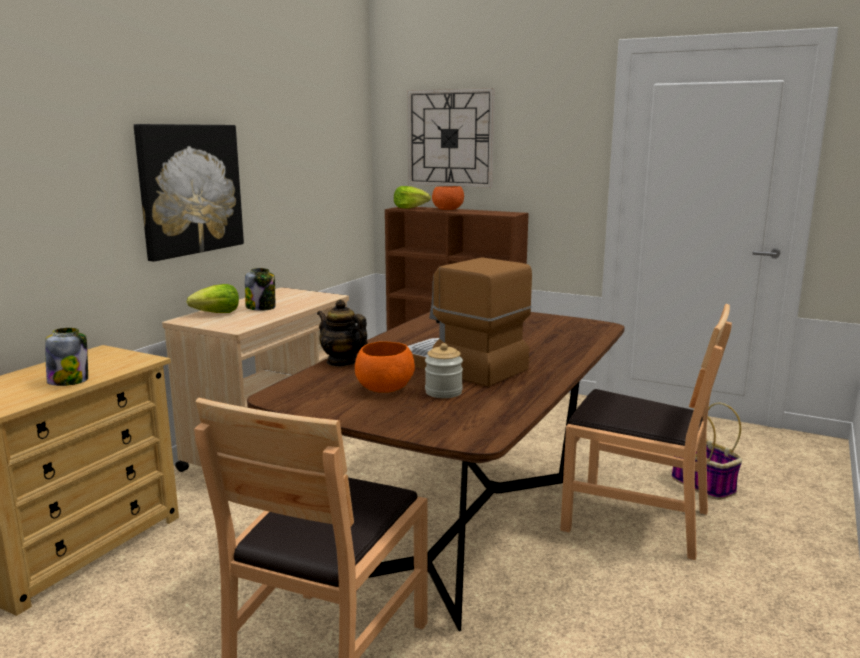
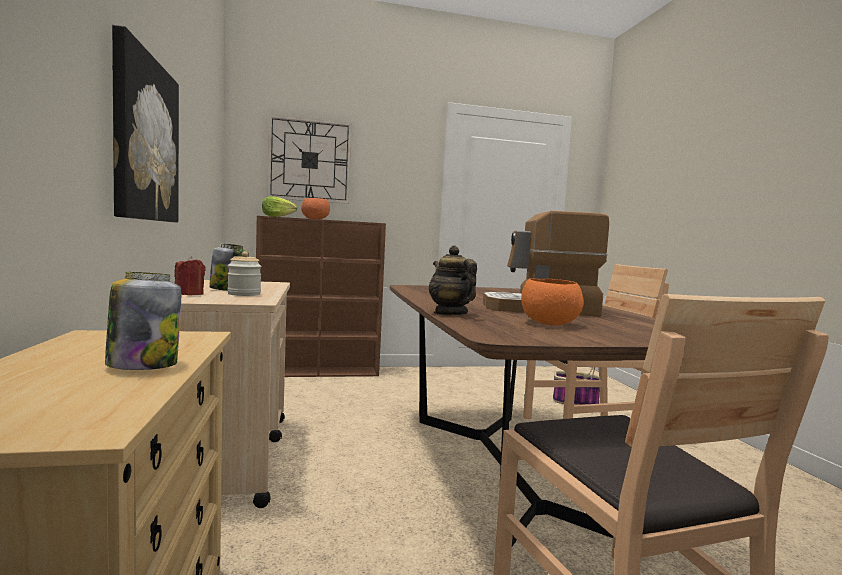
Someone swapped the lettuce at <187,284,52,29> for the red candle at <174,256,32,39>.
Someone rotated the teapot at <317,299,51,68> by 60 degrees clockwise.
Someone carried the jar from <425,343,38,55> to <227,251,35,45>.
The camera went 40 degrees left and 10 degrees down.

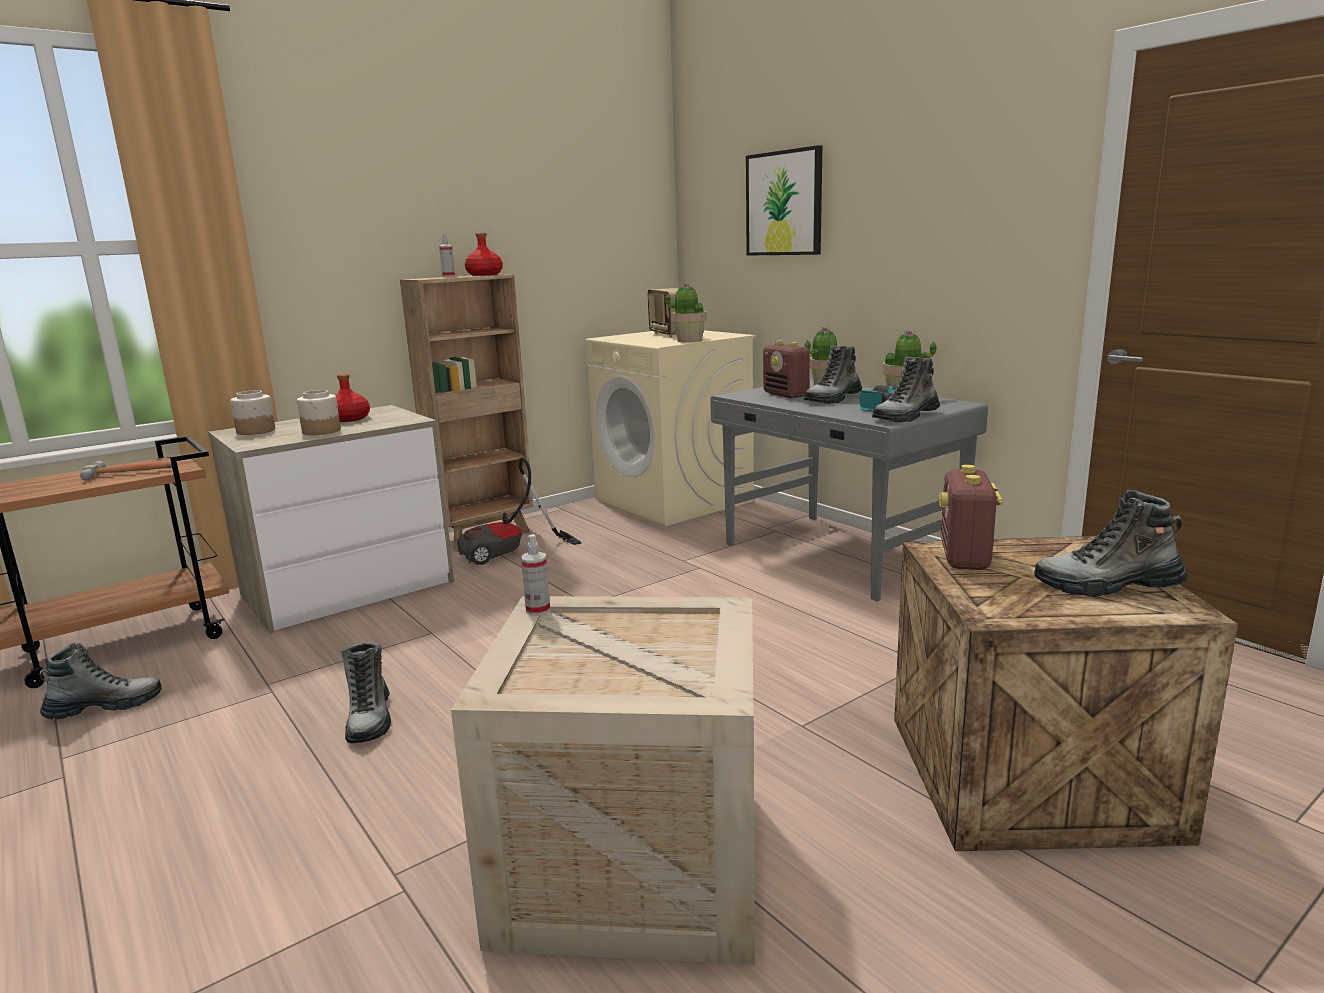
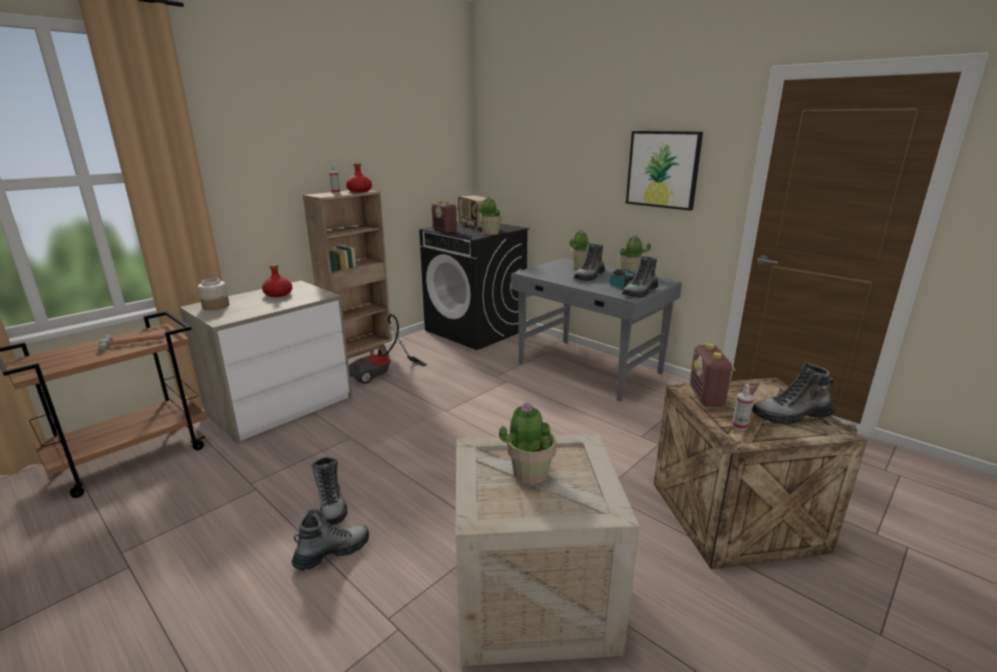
Someone carried the picture from <746,145,77,111> to <626,131,77,80>.
Someone repainted the beige washing machine at <585,330,171,196>, which became the black washing machine at <419,222,110,128>.
Someone carried the radio from <763,340,48,58> to <432,200,25,33>.
Someone took away the jar at <297,390,44,45>.
Someone carried the spray bottle from <521,534,29,81> to <732,384,21,46>.
Someone carried the boot from <39,643,123,76> to <291,509,78,62>.
Someone put down the potted plant at <499,402,58,82>.
The camera went 10 degrees left and 5 degrees up.

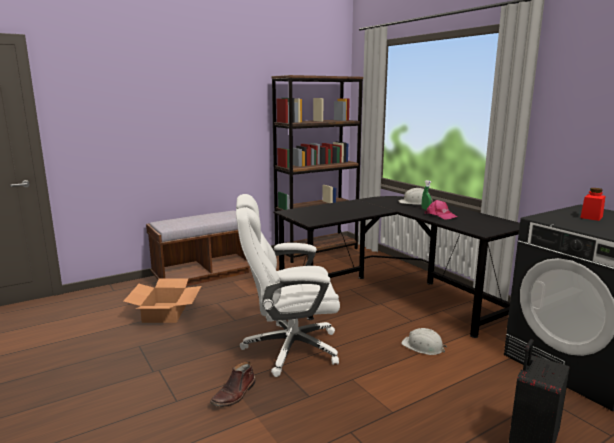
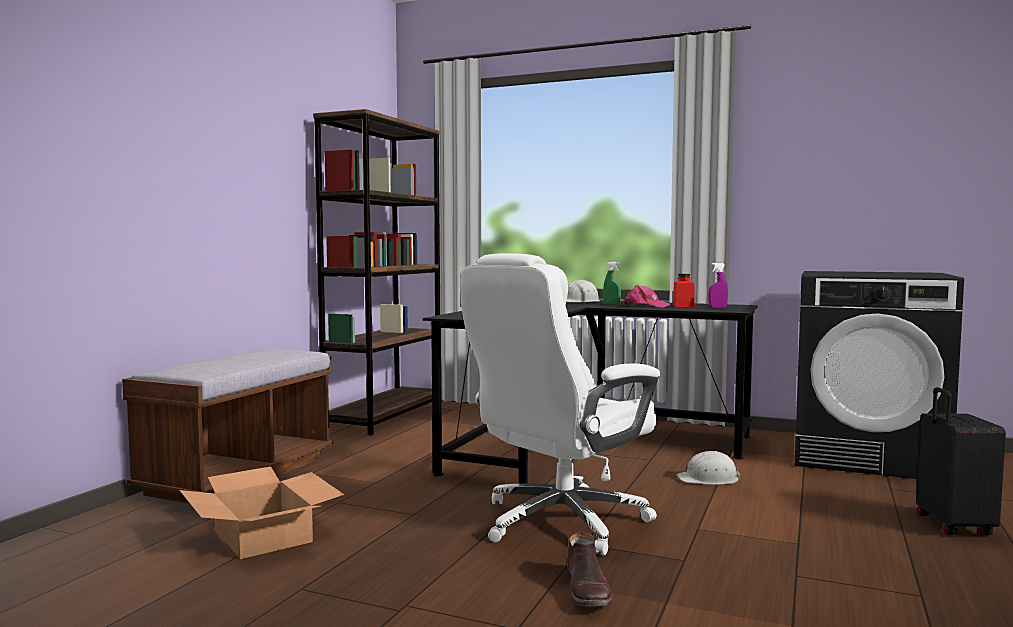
Someone carried the red jar from <580,188,26,33> to <673,274,22,33>.
Someone put down the purple spray bottle at <708,263,20,45>.
The camera went 35 degrees left and 10 degrees down.

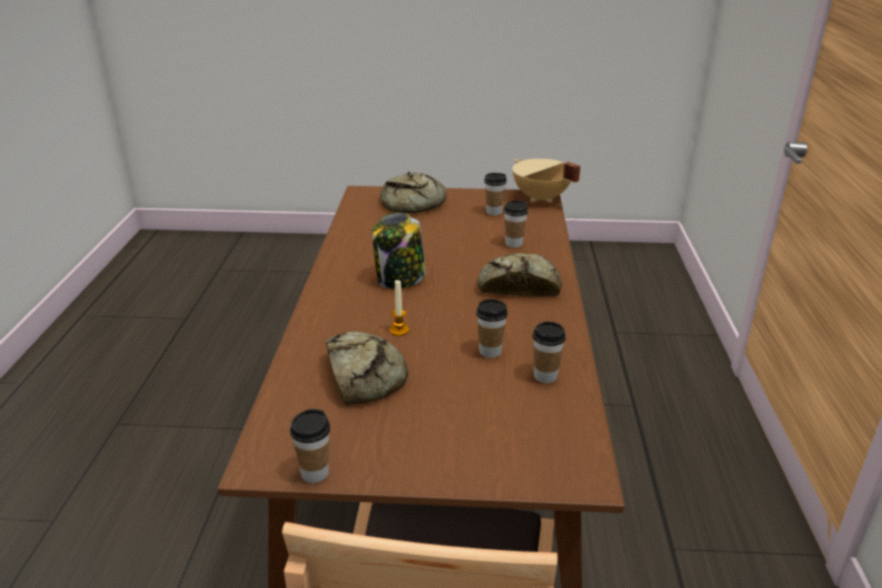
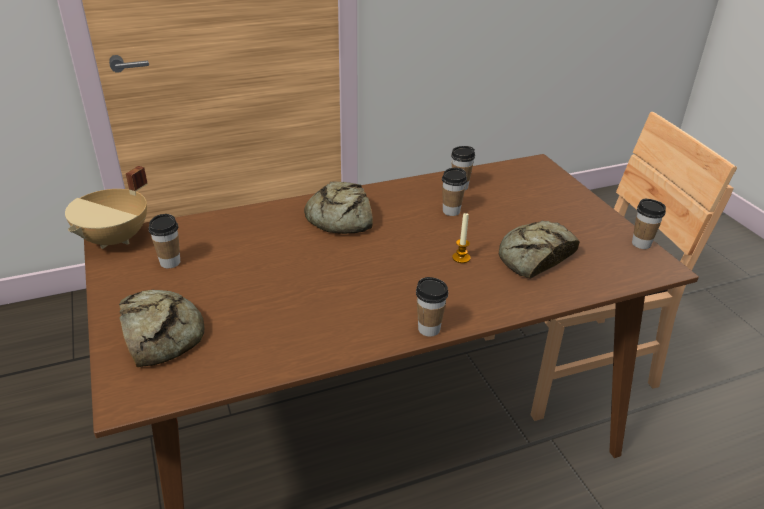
Someone carried the cup from <504,200,24,48> to <416,277,32,60>.
Someone took away the jar at <372,213,54,76>.
The camera went 115 degrees left and 5 degrees up.

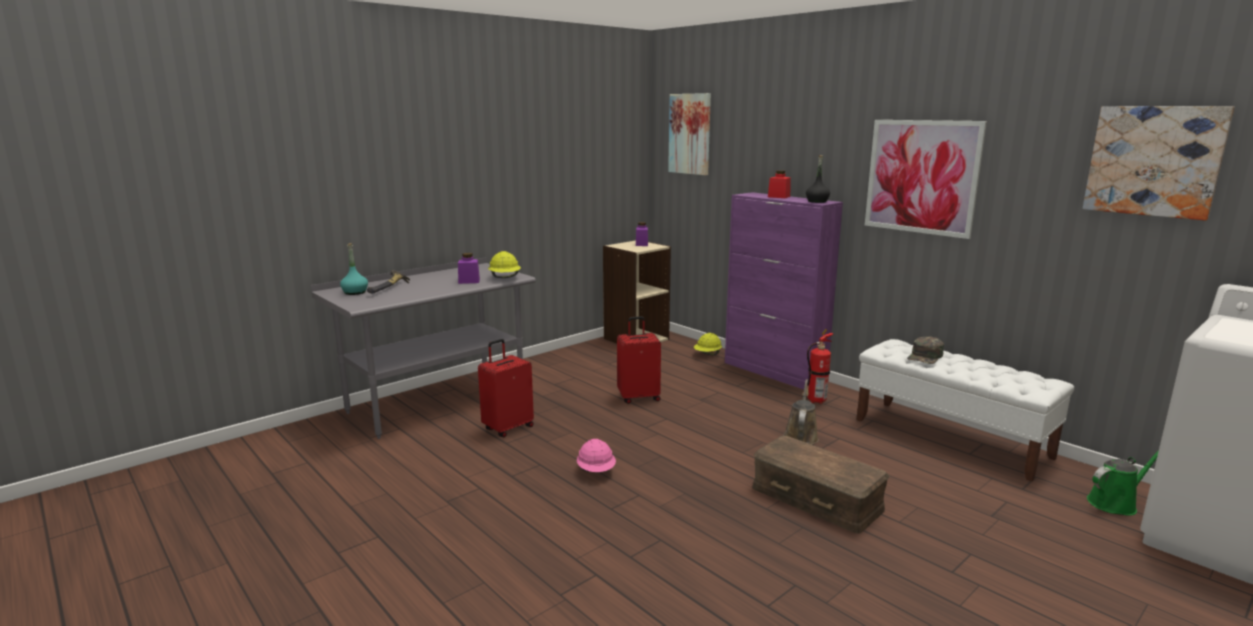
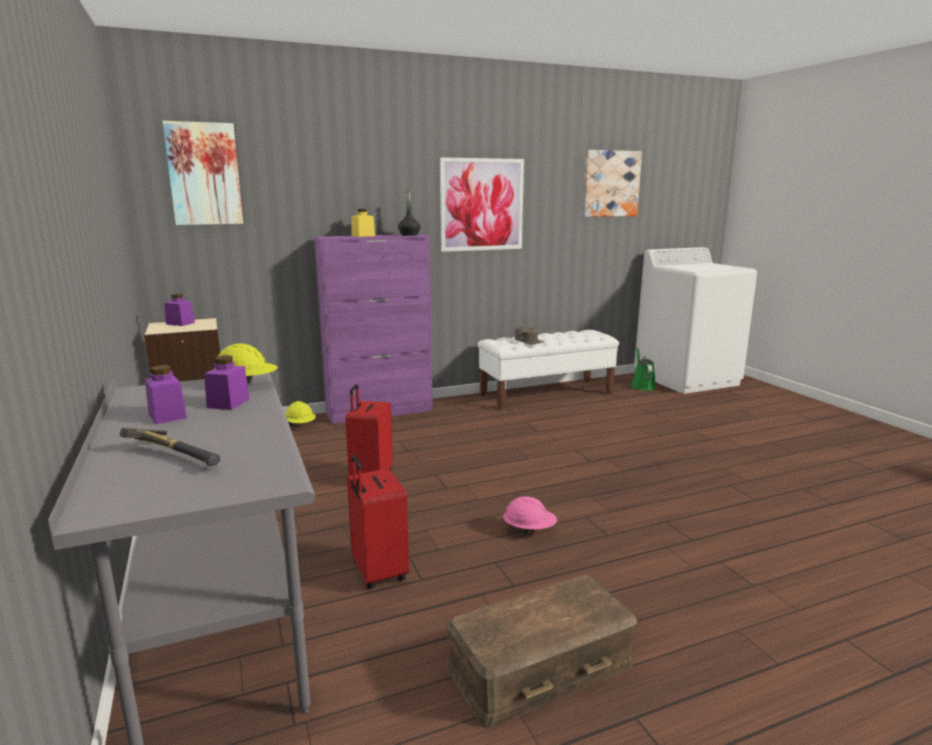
Someone repainted the red jar at <768,170,23,28>, which became the yellow jar at <351,209,24,28>.
Someone took away the turquoise bottle at <340,243,28,52>.
Someone took away the fire extinguisher at <802,329,31,75>.
Someone took away the brown watering can at <783,379,36,66>.
Someone carried the brown storage box from <752,436,137,98> to <447,575,191,153>.
Someone put down the purple jar at <145,365,42,59>.
The camera went 70 degrees left and 0 degrees up.

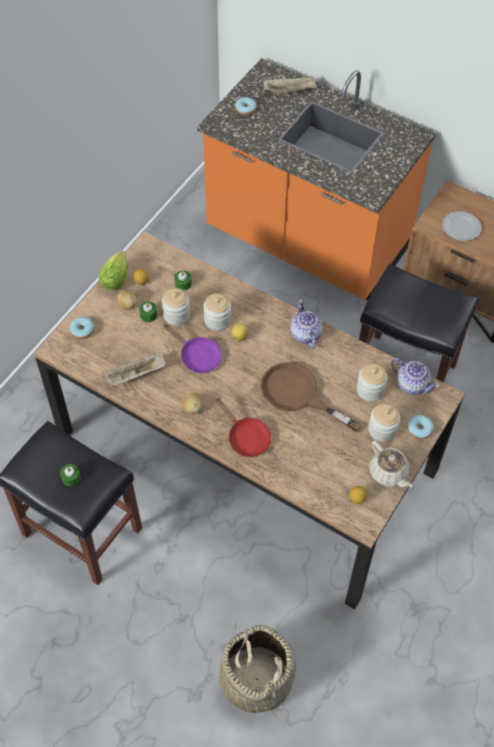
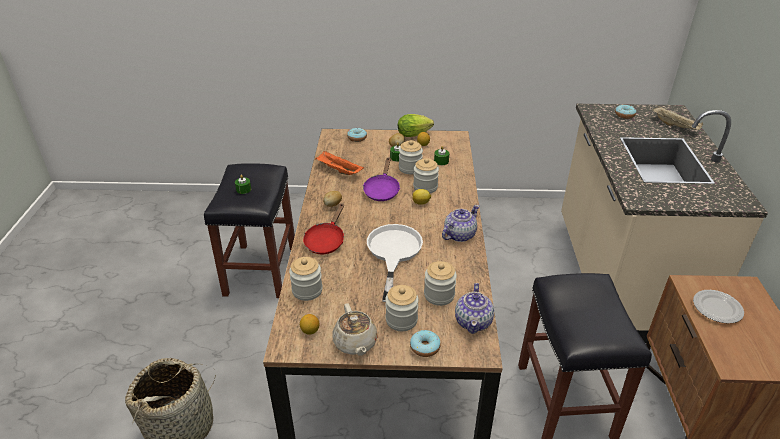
Someone repainted the orange counter at <197,58,239,242>, which became the beige counter at <561,104,207,239>.
Someone repainted the beige tray at <102,353,64,34>, which became the orange tray at <315,151,49,24>.
Someone repainted the brown frying pan at <260,362,102,70>, which became the white frying pan at <367,224,56,78>.
Someone rotated the beige teapot at <370,440,43,48> by 45 degrees counterclockwise.
Someone put down the jar at <289,257,34,44>.
The camera went 60 degrees right and 20 degrees down.

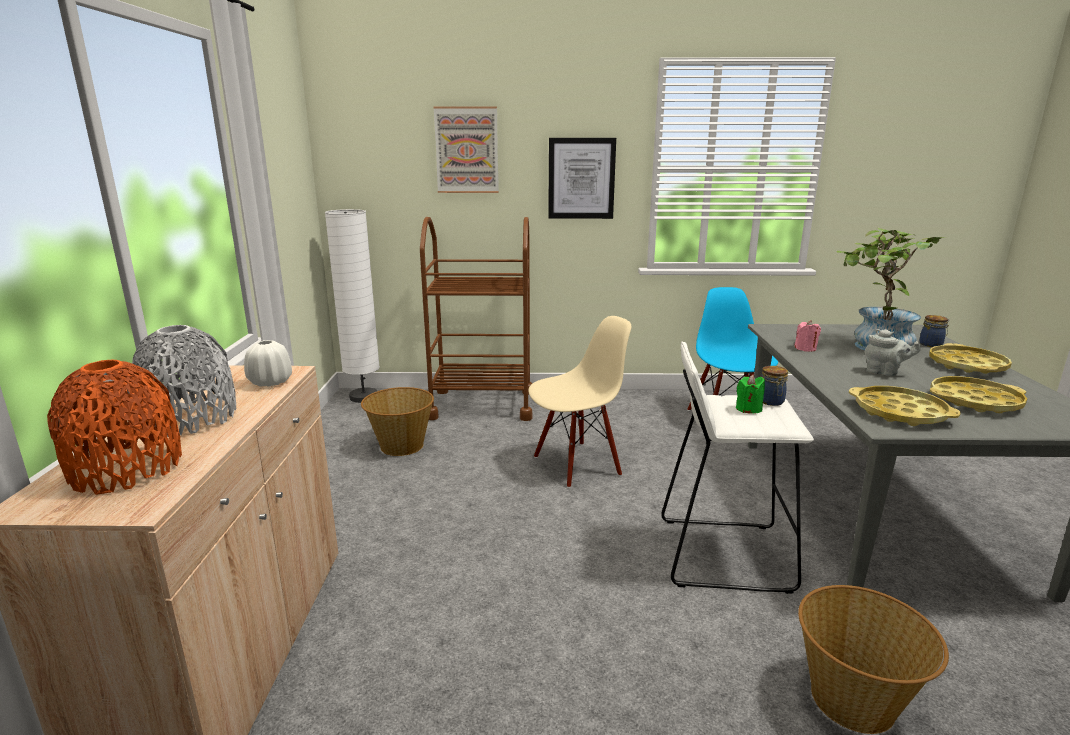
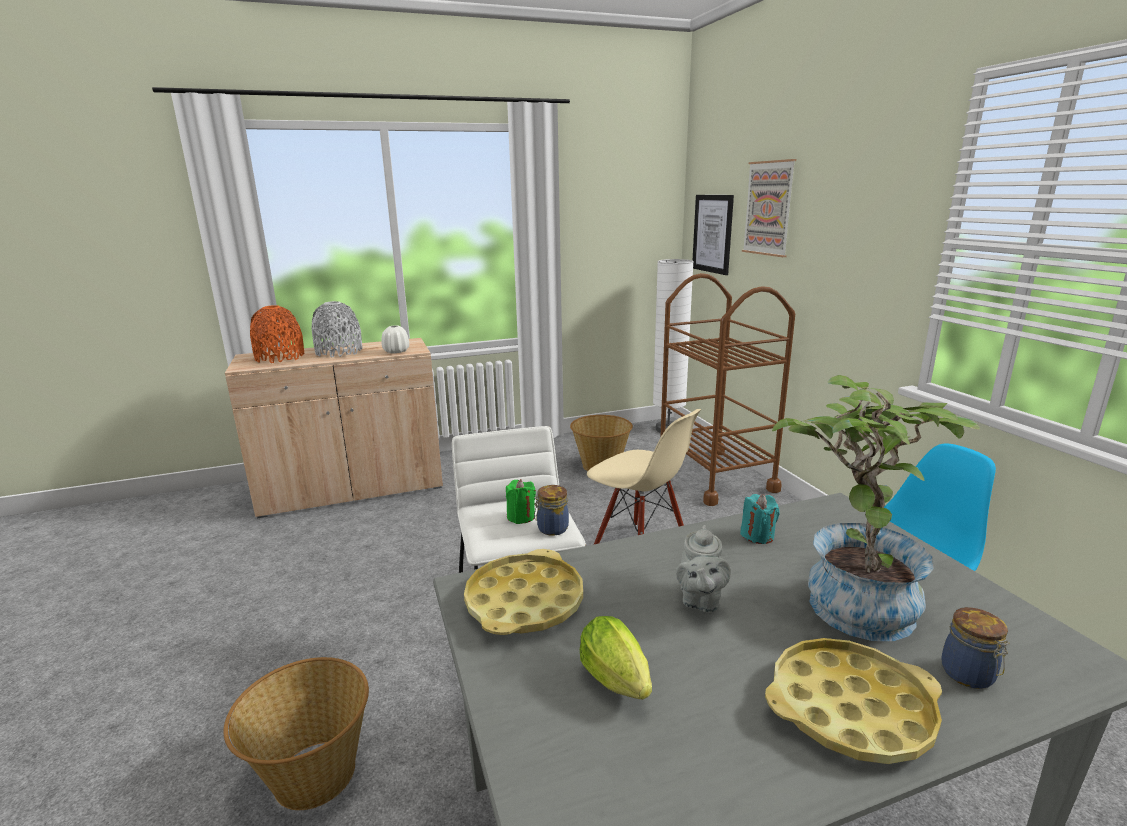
Someone carried the picture from <548,138,68,81> to <693,195,41,80>.
Someone repainted the pink candle at <794,320,27,32>, which became the turquoise candle at <740,494,40,50>.
Someone swapped the yellow tray at <930,376,97,37> for the lettuce at <580,616,72,84>.
The camera went 70 degrees right and 0 degrees up.

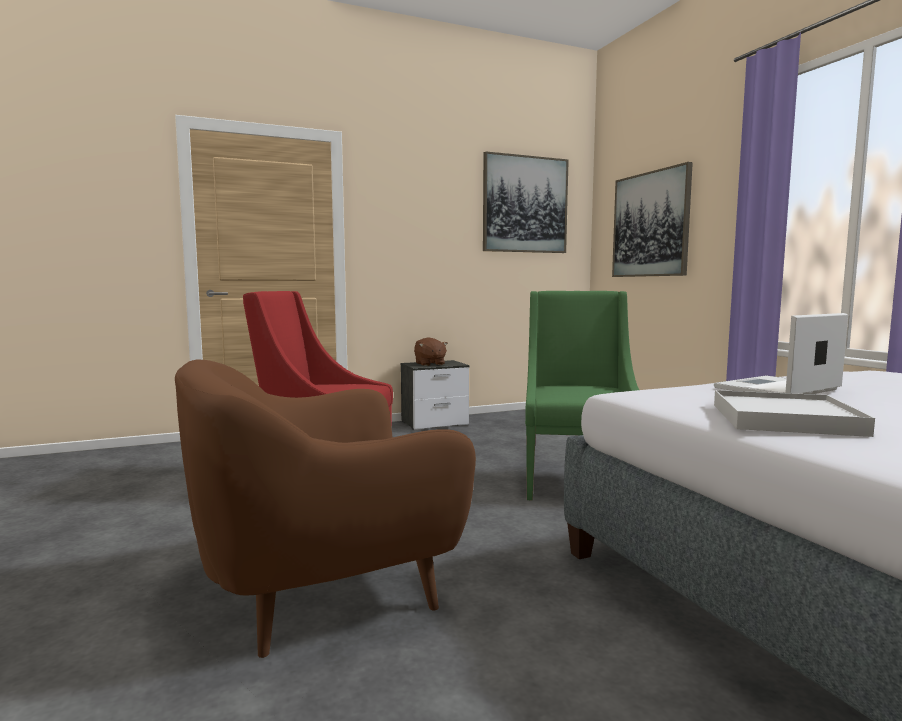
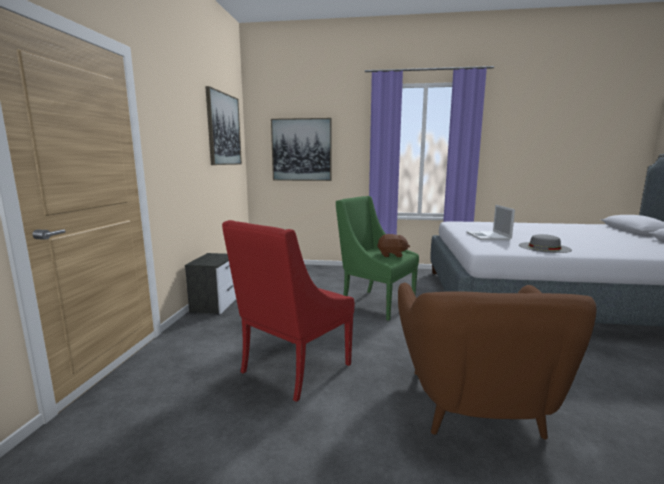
Someone carried the brown plush toy from <414,338,34,28> to <377,234,33,23>.
Someone swapped the white tray at <714,390,161,47> for the grey hat at <519,234,53,19>.
The camera went 60 degrees left and 5 degrees up.

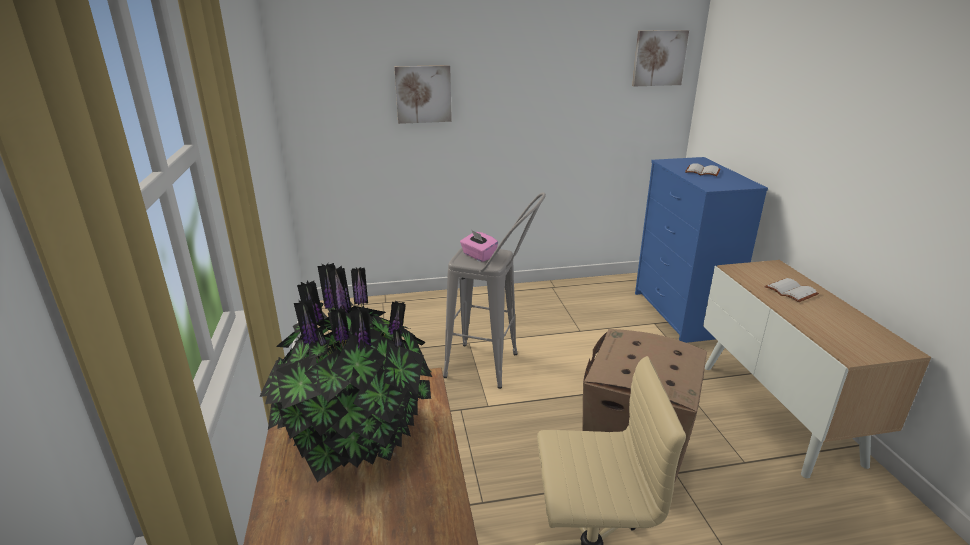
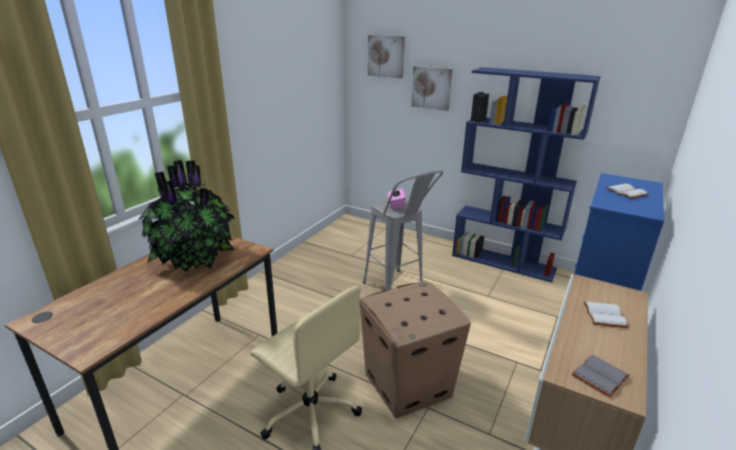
Someone carried the picture from <632,30,57,56> to <368,35,37,44>.
Someone put down the blue bookcase at <452,67,149,216>.
Someone put down the grey book at <572,355,58,43>.
The camera went 40 degrees right and 0 degrees up.

